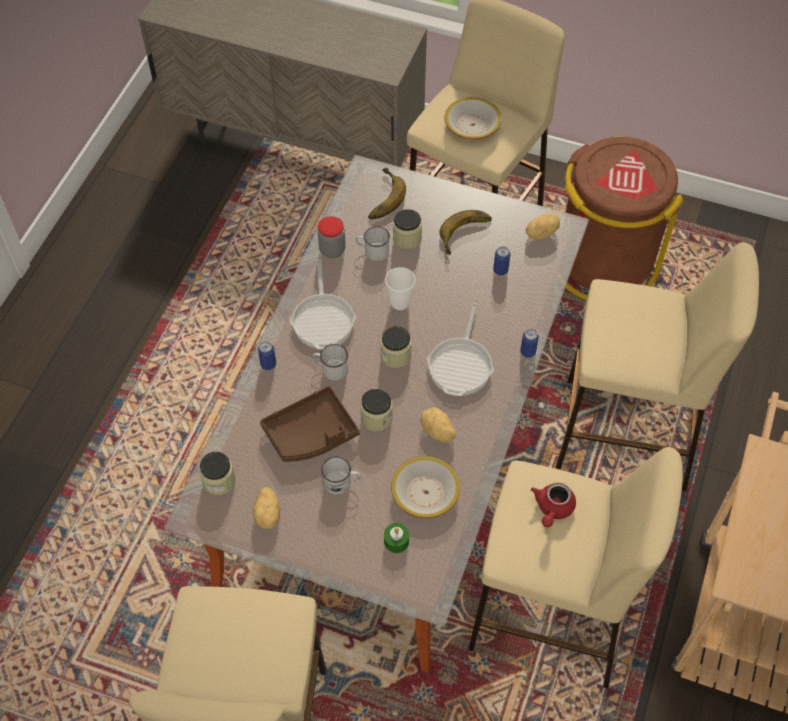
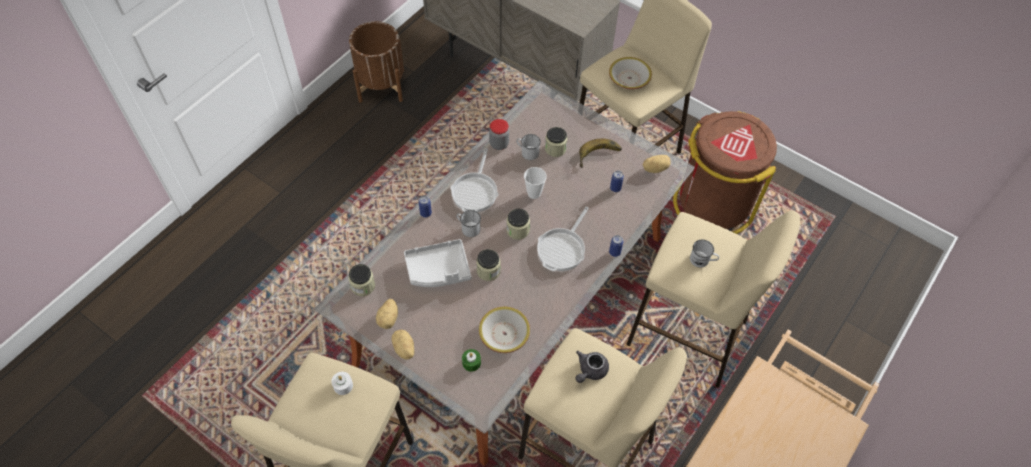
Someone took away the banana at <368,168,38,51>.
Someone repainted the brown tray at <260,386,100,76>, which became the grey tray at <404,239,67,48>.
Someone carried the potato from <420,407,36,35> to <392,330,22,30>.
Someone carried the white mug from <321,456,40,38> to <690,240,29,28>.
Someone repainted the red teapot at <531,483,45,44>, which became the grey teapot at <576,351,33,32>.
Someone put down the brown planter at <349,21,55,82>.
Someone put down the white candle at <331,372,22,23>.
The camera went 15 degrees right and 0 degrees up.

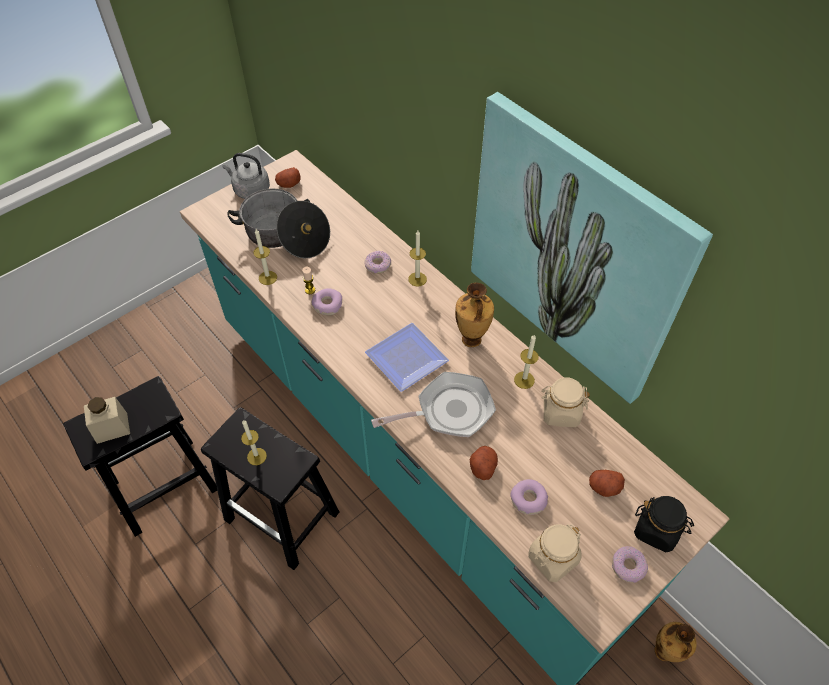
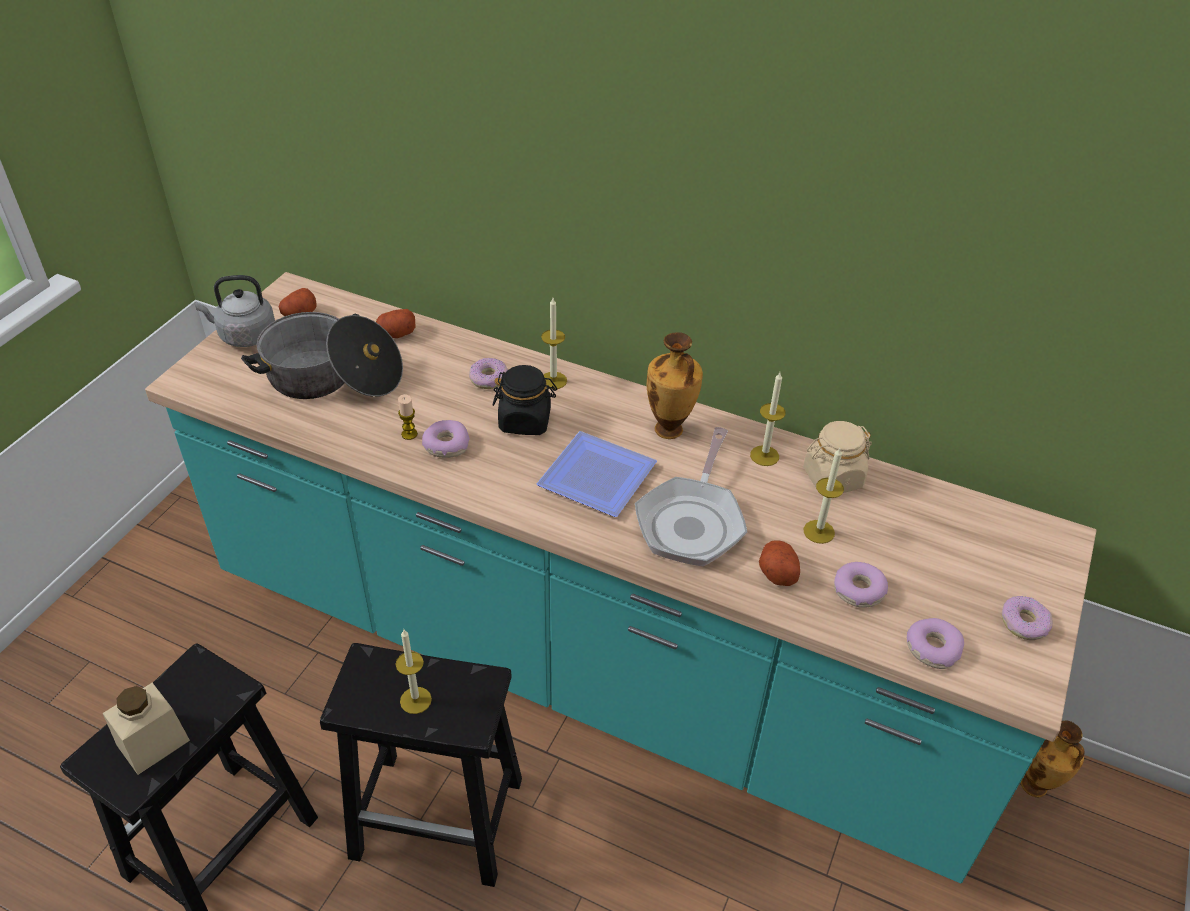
Someone took away the picture at <471,92,242,312>.
Someone carried the candle from <253,229,24,56> to <804,448,40,96>.
Someone rotated the frying pan at <371,372,125,65> by 150 degrees clockwise.
Someone carried the potato from <589,470,36,27> to <376,309,40,29>.
Someone carried the black jar from <634,496,60,56> to <493,365,64,70>.
Someone swapped the beige jar at <528,524,53,58> for the donut at <907,618,57,51>.
The camera went 25 degrees left and 10 degrees down.

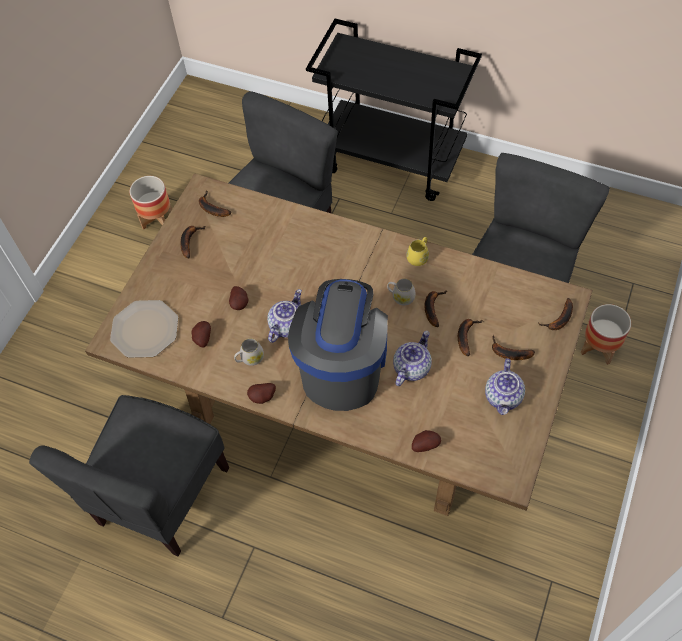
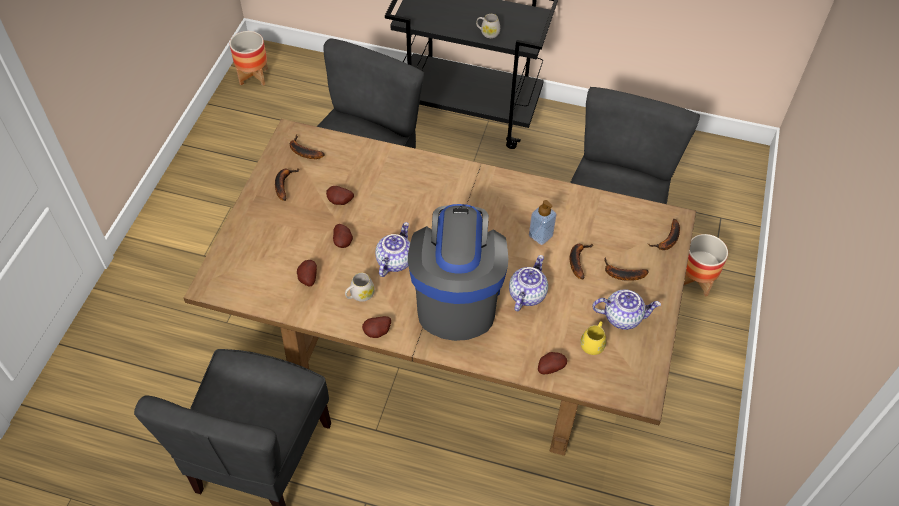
Someone carried the planter from <130,176,42,53> to <230,31,38,55>.
Someone carried the yellow mug from <406,237,23,29> to <580,321,26,34>.
Someone carried the white mug from <387,278,29,27> to <476,14,24,24>.
Someone swapped the banana at <424,290,23,37> for the soap dispenser at <529,200,28,45>.
Someone took away the plate at <110,300,68,58>.
Someone rotated the teapot at <485,358,40,57> by 90 degrees counterclockwise.
Someone put down the potato at <326,186,28,19>.
The camera went 10 degrees left and 5 degrees down.

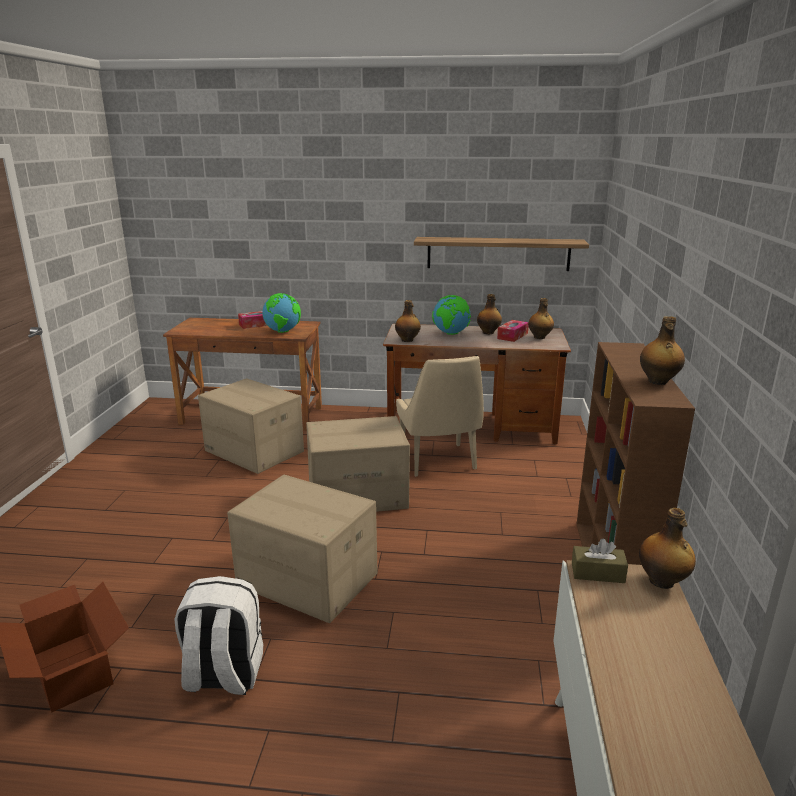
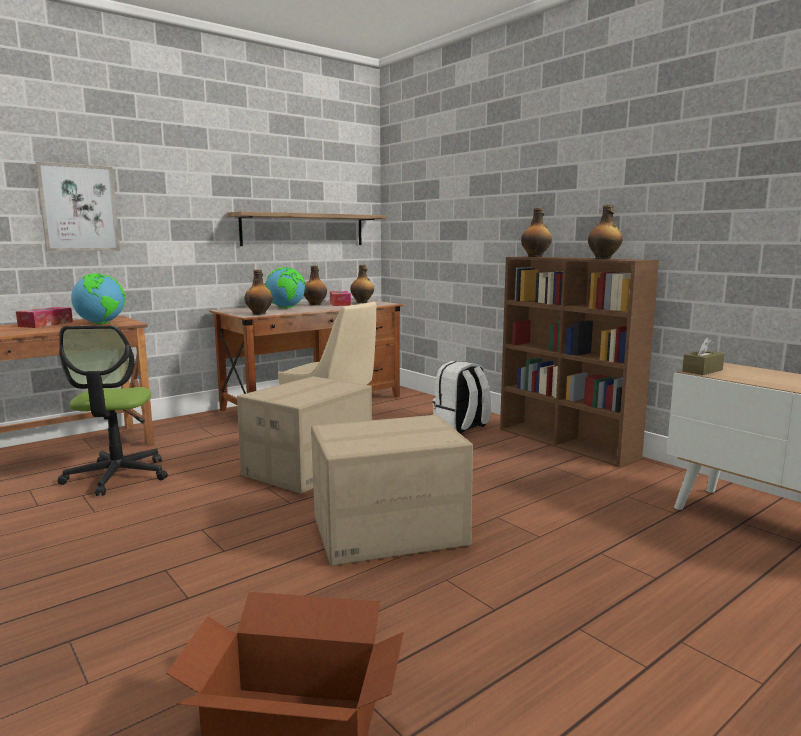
Someone swapped the cardboard box at <198,378,106,96> for the office chair at <58,325,110,171>.
Someone carried the bottle from <639,508,57,81> to <521,208,31,49>.
Someone carried the white backpack from <174,576,89,119> to <432,361,59,72>.
Someone put up the picture at <36,162,84,89>.
The camera went 45 degrees left and 10 degrees down.

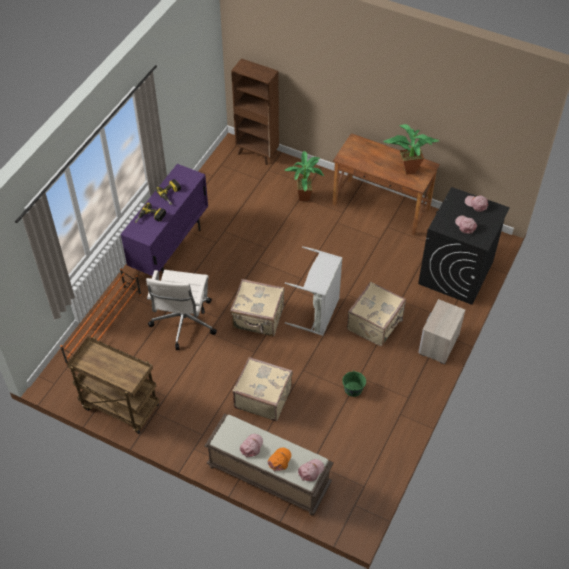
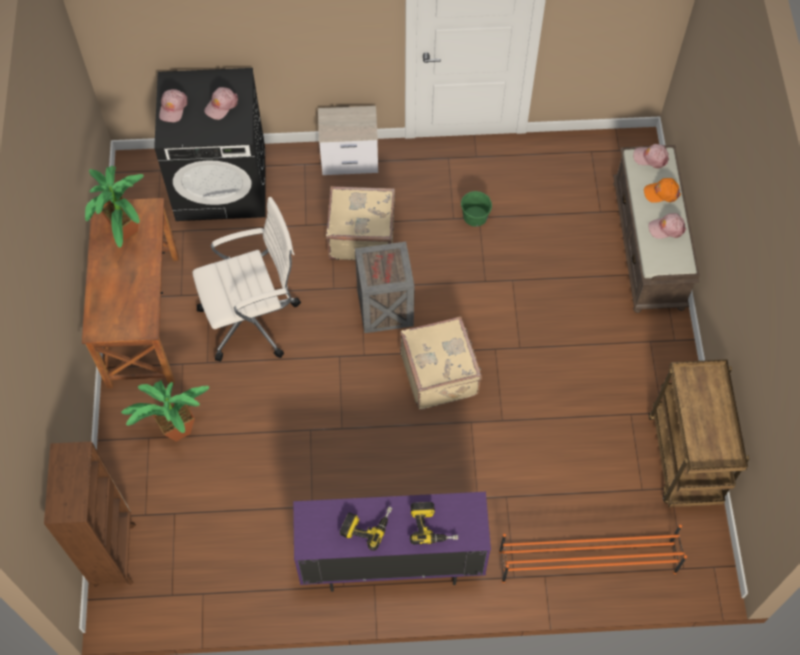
Someone swapped the grey laundry basket at <285,246,57,90> for the crate at <355,242,60,91>.
Someone carried the white office chair from <146,270,71,80> to <192,197,109,165>.
Someone took away the beige suitcase at <232,357,61,64>.
The camera went 120 degrees left and 10 degrees up.

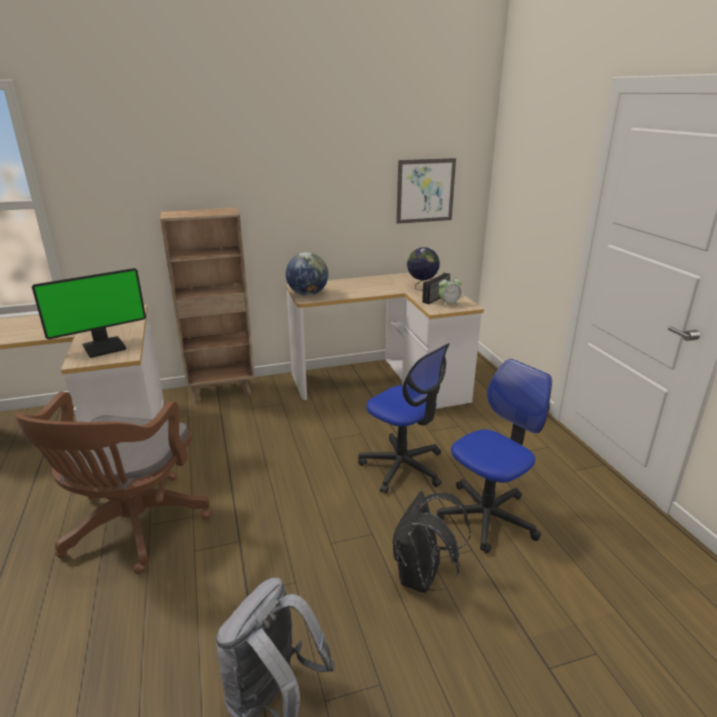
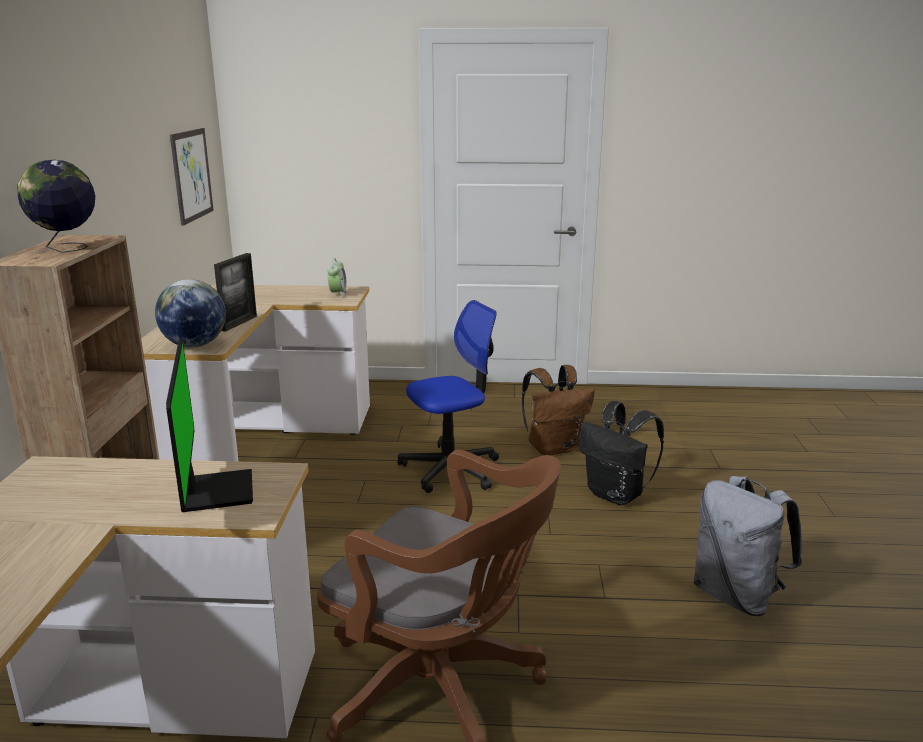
Someone carried the globe from <407,247,33,44> to <18,160,77,93>.
Someone took away the radio at <422,273,28,31>.
Someone swapped the office chair at <436,359,116,195> for the brown backpack at <522,365,73,90>.
Someone put down the picture frame at <214,253,43,78>.
The camera went 70 degrees left and 5 degrees down.

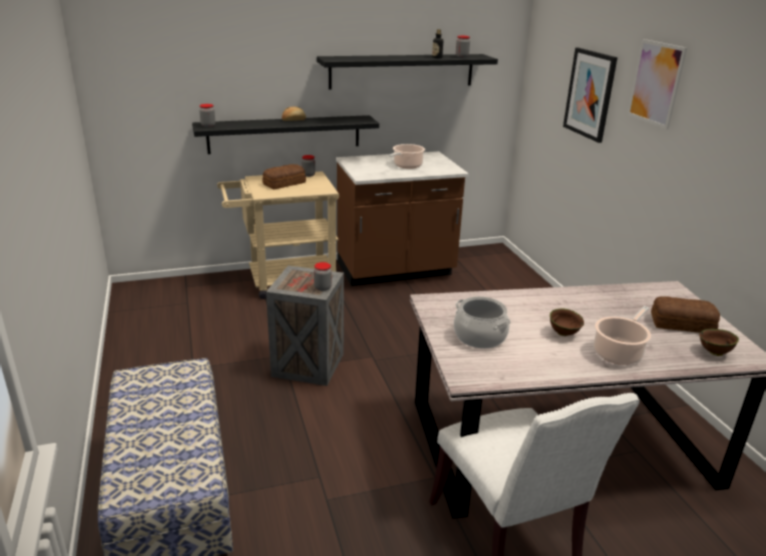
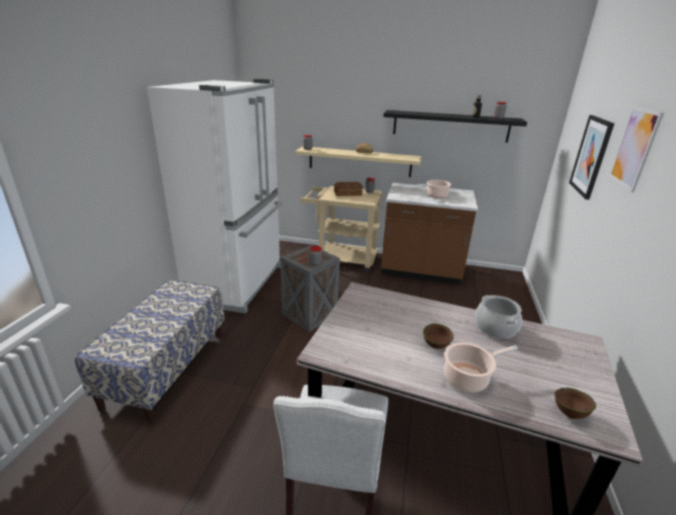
Someone repainted the black shelf at <192,115,187,39>, which became the beige shelf at <295,146,127,31>.
Someone carried the cooking pot from <454,296,57,53> to <475,295,47,44>.
Someone took away the bread at <651,296,69,37>.
Someone put down the white fridge at <147,79,135,235>.
The camera went 30 degrees right and 0 degrees up.

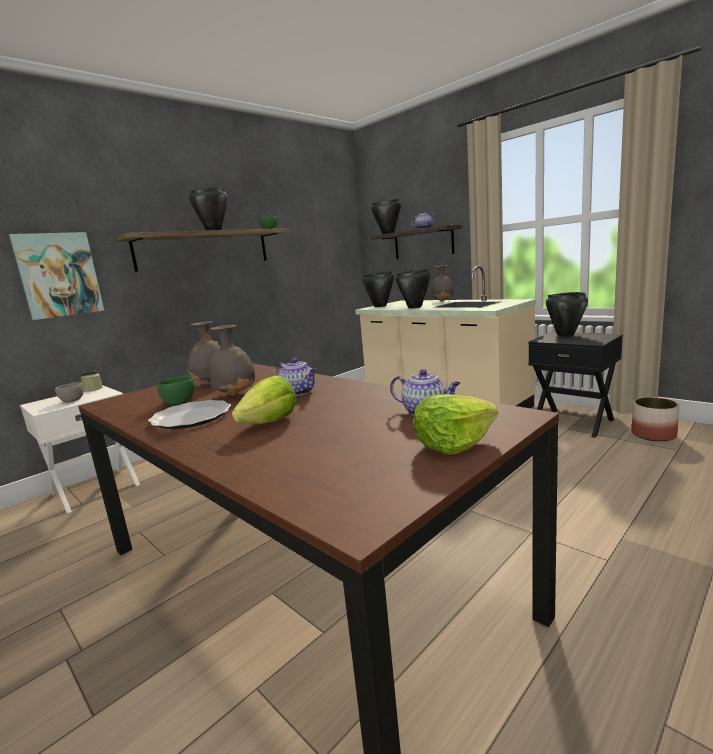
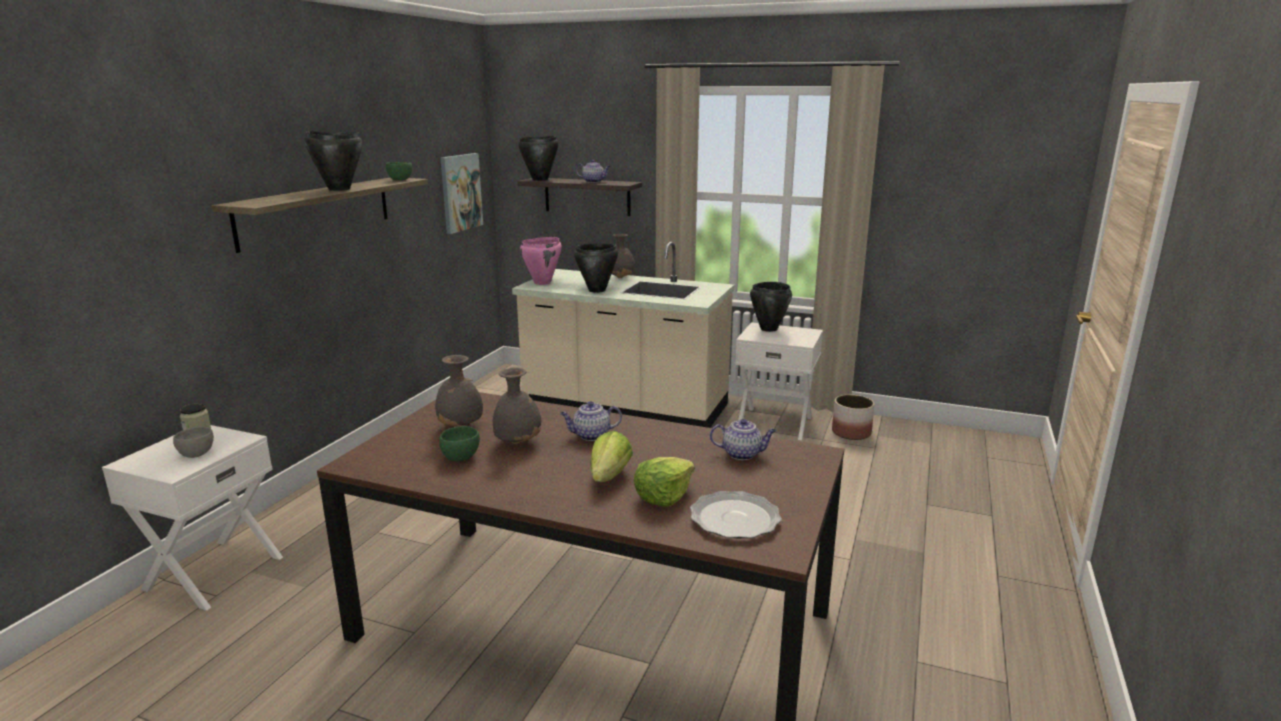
Someone carried the picture from <9,232,95,88> to <440,153,43,81>.
Someone repainted the black cooking pot at <362,271,32,36>, which became the pink cooking pot at <520,237,42,48>.
Someone repainted the black nightstand at <528,332,95,106>, which became the white nightstand at <735,322,88,118>.
Someone rotated the teapot at <276,358,40,38> by 150 degrees clockwise.
Someone carried the lettuce from <413,394,85,61> to <634,457,61,50>.
Someone carried the plate from <148,400,83,29> to <690,491,92,48>.
The camera went 25 degrees left and 5 degrees up.

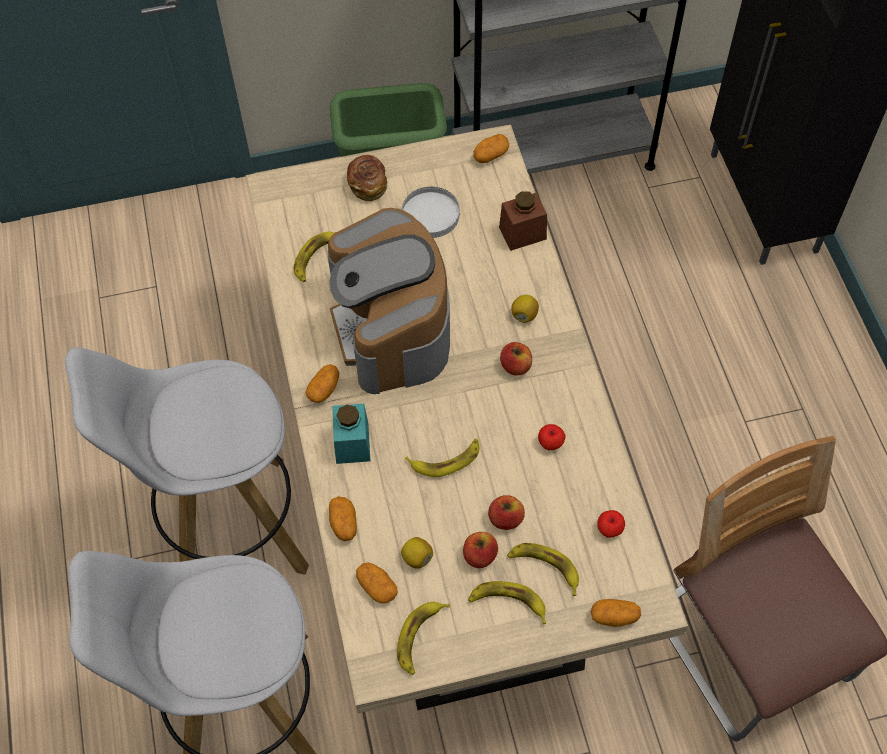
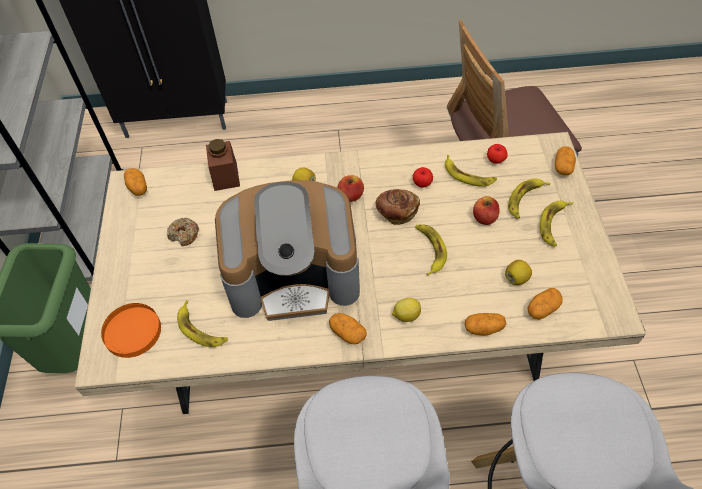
Someone carried the bread from <347,155,41,46> to <376,189,44,36>.
Someone swapped the white plate at <402,187,58,51> for the donut at <167,218,32,28>.
Someone swapped the turquoise jar at <332,404,38,60> for the lemon at <392,298,29,24>.
Someone took away the apple at <463,532,35,36>.
Someone carried the banana from <397,602,53,73> to <445,155,52,32>.
Someone put down the orange plate at <101,303,60,55>.
The camera went 80 degrees left and 5 degrees down.

